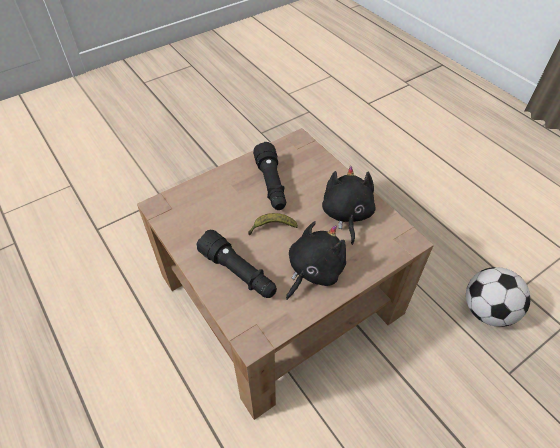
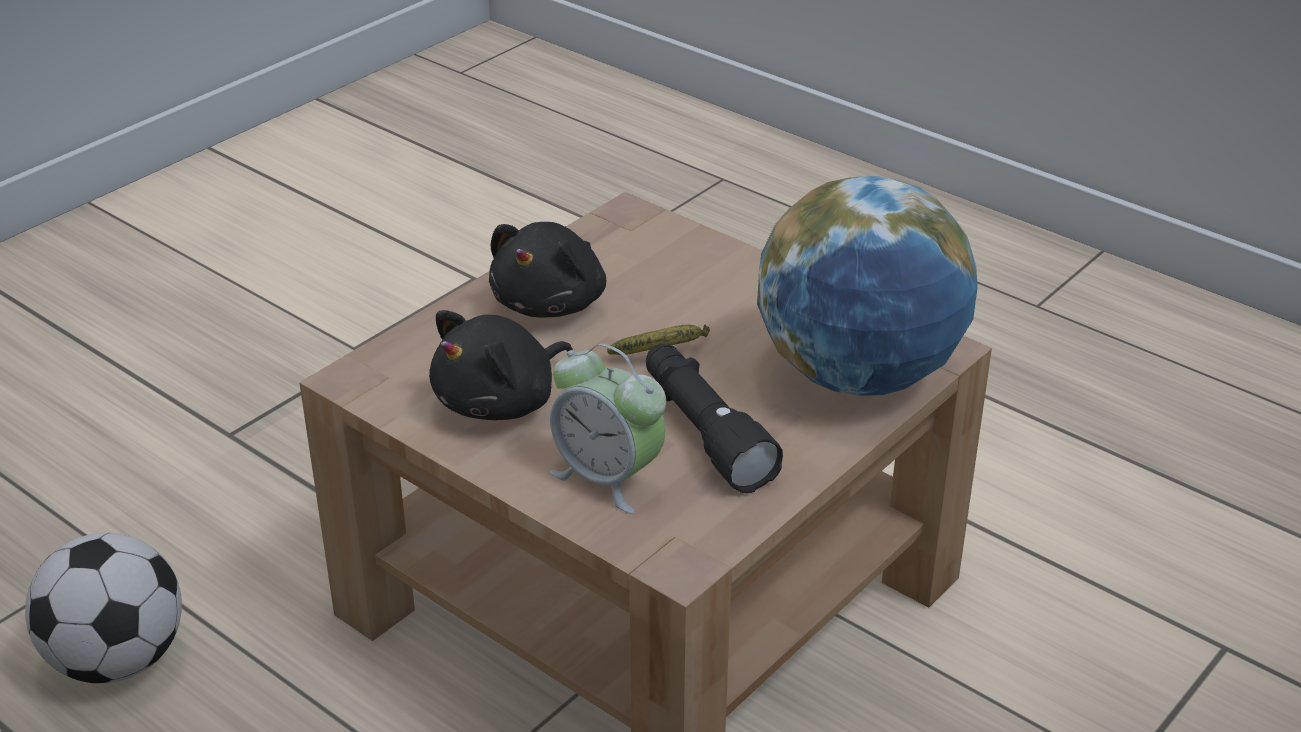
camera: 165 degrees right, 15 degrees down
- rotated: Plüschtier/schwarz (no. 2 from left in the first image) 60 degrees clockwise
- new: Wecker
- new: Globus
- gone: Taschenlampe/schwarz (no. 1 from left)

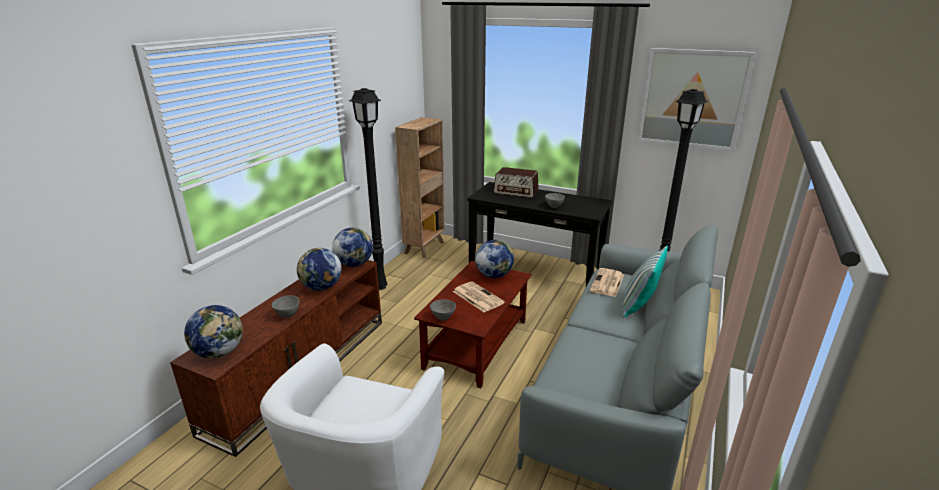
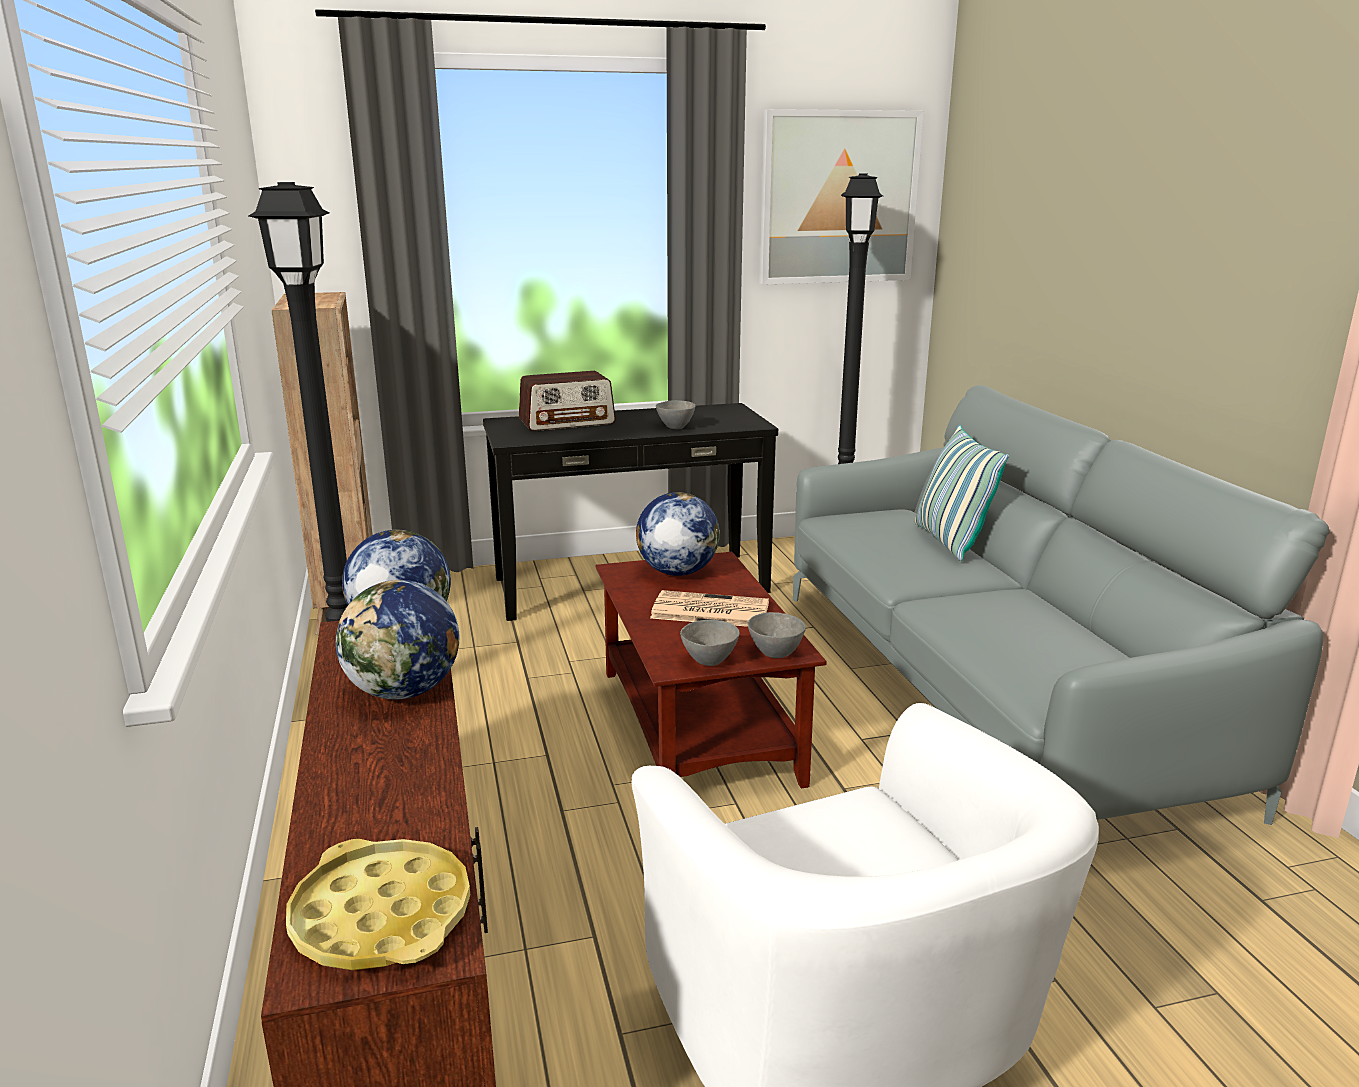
camera: 40 degrees left, 5 degrees down
- swapped: Globus (no. 1 from left) to Tablett/gelb
- shifted: Schüssel/grau (no. 1 from left in the first image) to Schüssel/grau (no. 3 from left)
- gone: Zeitung (no. 2 from left)

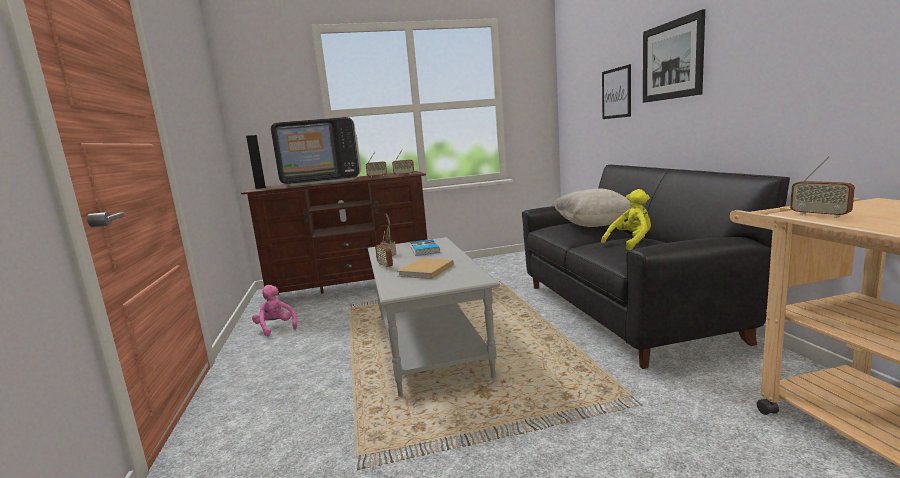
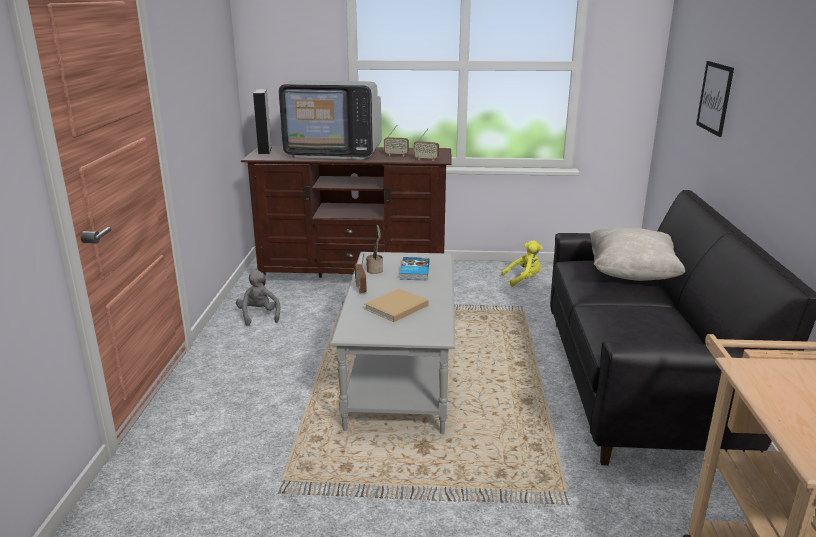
camera: 15 degrees right, 10 degrees up
- repainted: Plüschtier/rosa to Plüschtier/grau
- shifted: Plüschtier/gelb
- gone: Bild (no. 2 from left)
- gone: Radio (no. 4 from left)

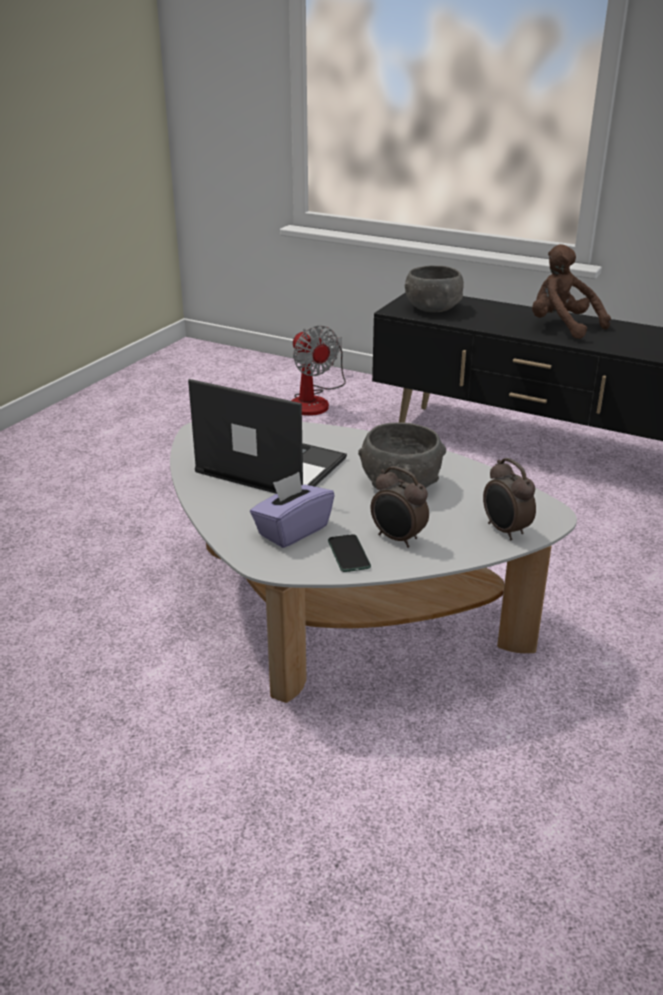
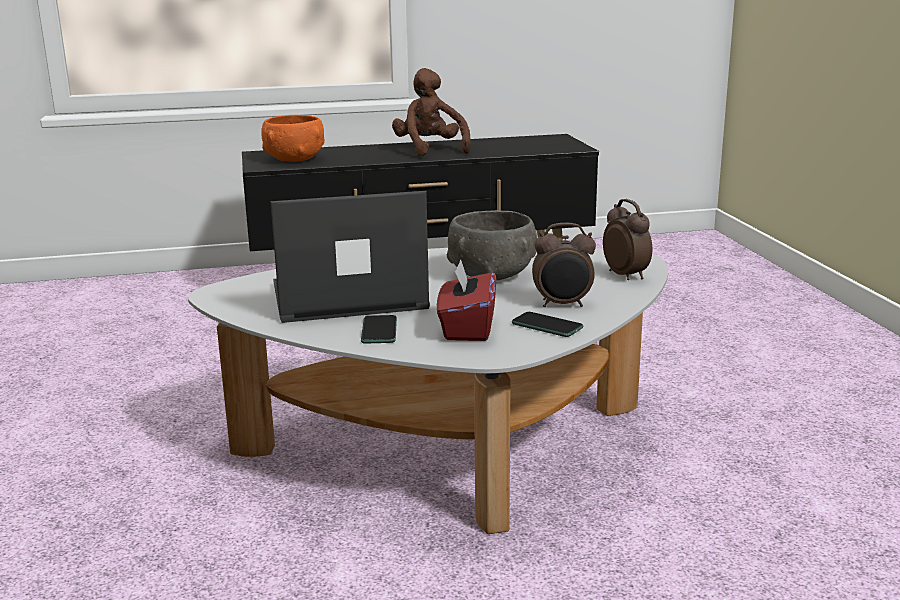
camera: 40 degrees left, 10 degrees down
- repainted: Schüssel/grau (no. 2 from left) to Schüssel/orange
- new: Handy (no. 1 from left)
- rotated: Plüschtier/braun 60 degrees clockwise
- repainted: Taschentuchbox/lila to Taschentuchbox/rot
- rotated: Wecker (no. 2 from left) 135 degrees counterclockwise
- gone: Ventilator

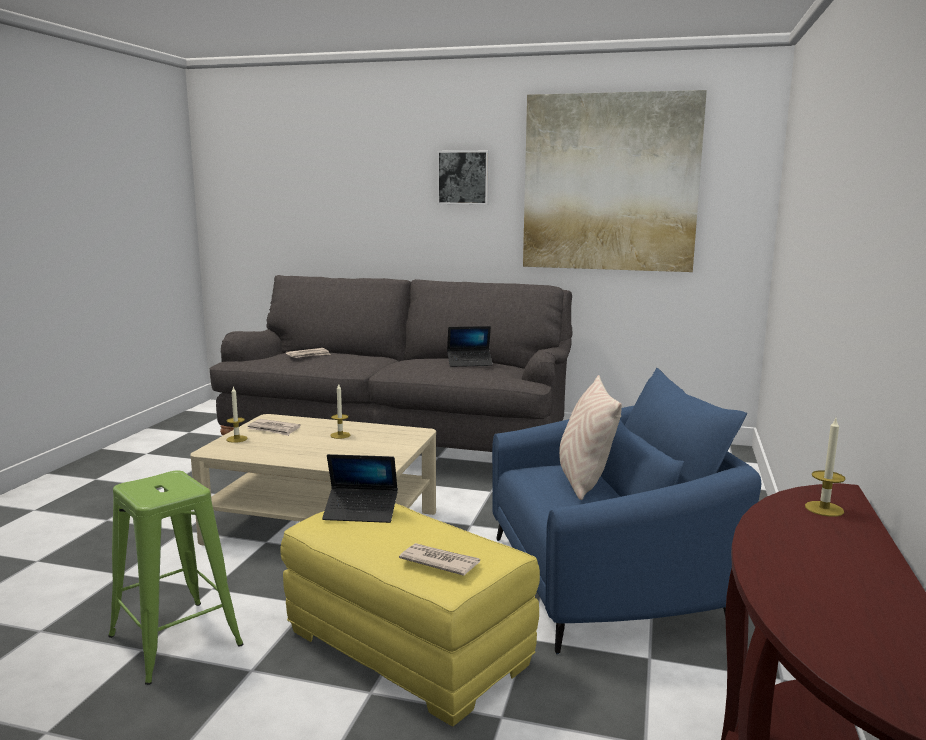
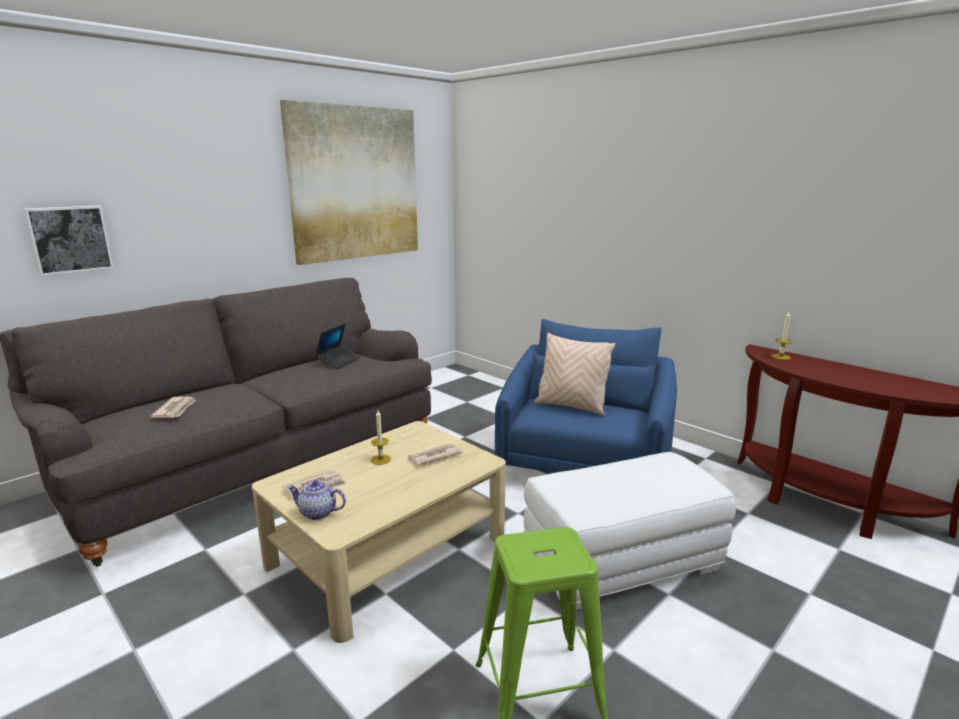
camera: 60 degrees left, 5 degrees up
- shifted: Bild (no. 1 from left)
- swapped: Kerze (no. 1 from left) to Teekanne
- shifted: Zeitung (no. 3 from left)
- repainted: Polsterhocker/gelb to Polsterhocker/weiß
- gone: Laptop (no. 1 from left)

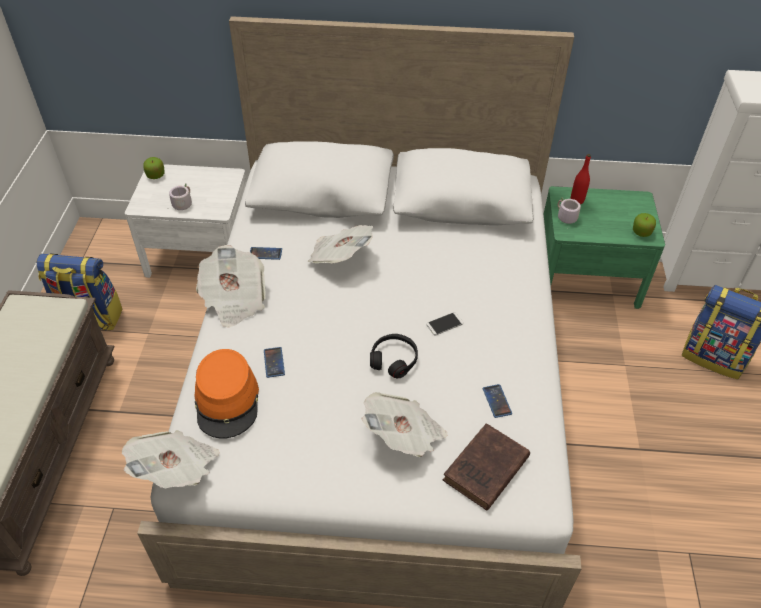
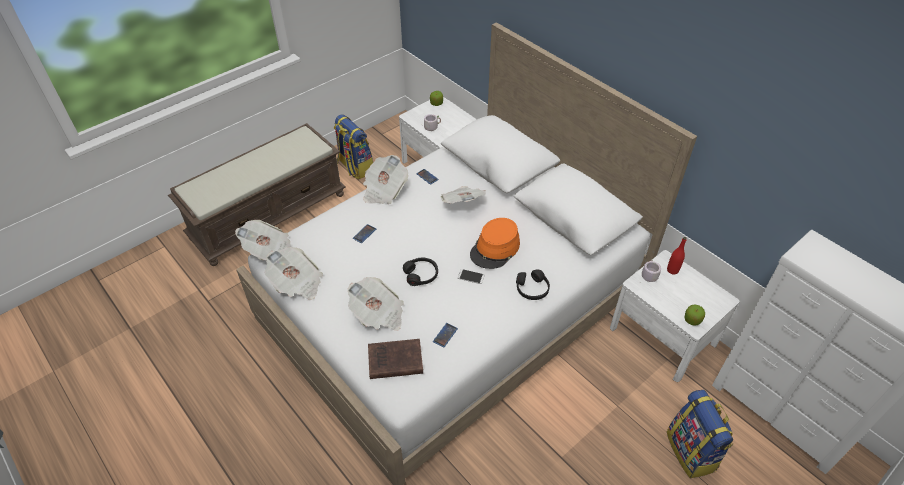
camera: 45 degrees right, 0 degrees up
- new: Zeitung (no. 2 from left)
- shifted: Hut/orange
- new: Kopfhörer/schwarz (no. 2 from left)
- repainted: Nachttisch/grün to Nachttisch/weiß (no. 2 from left)

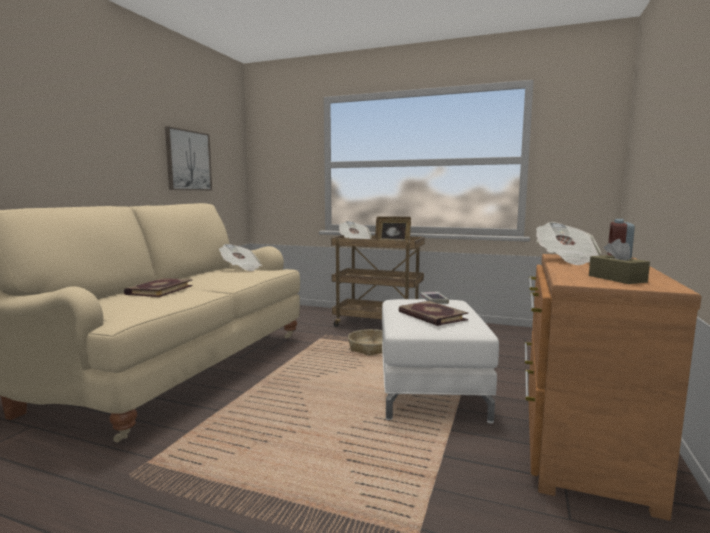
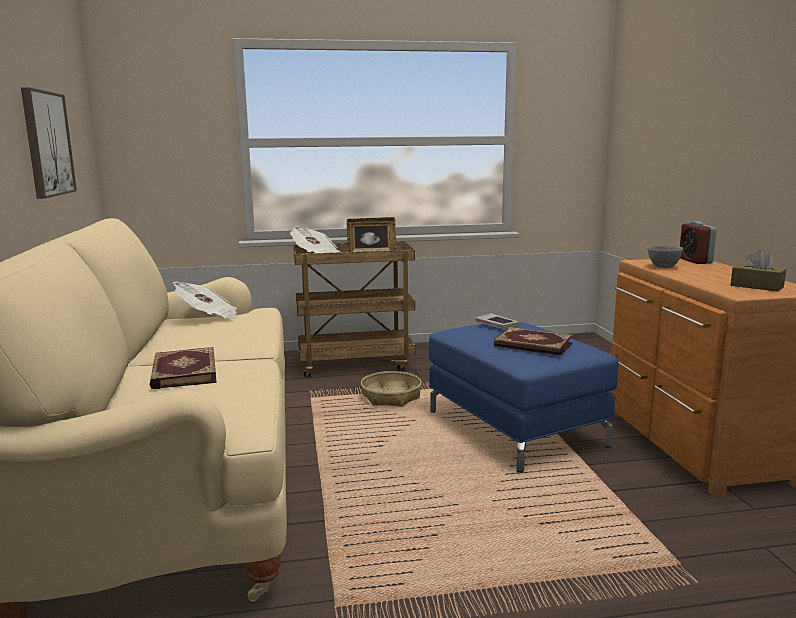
camera: 30 degrees left, 5 degrees up
- repainted: Polsterhocker/weiß to Polsterhocker/blau
- swapped: Zeitung (no. 3 from left) to Schüssel/grau

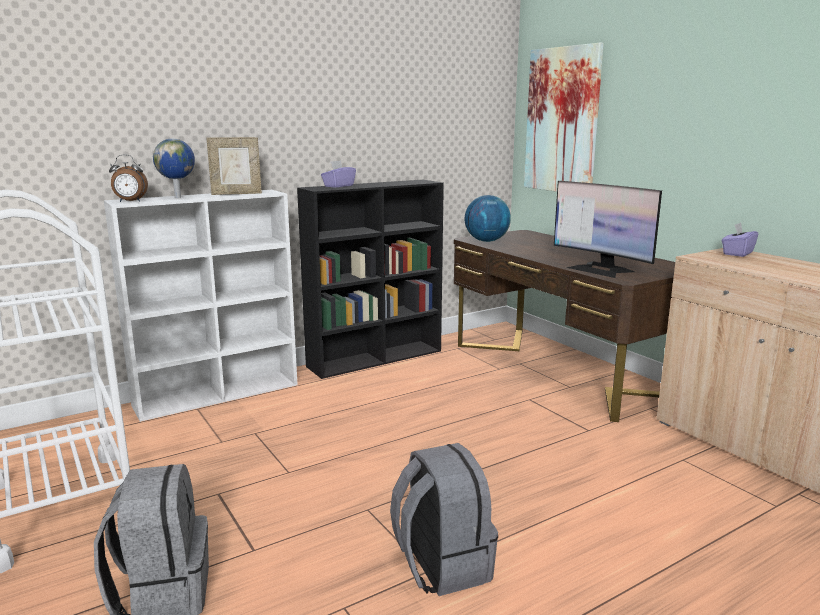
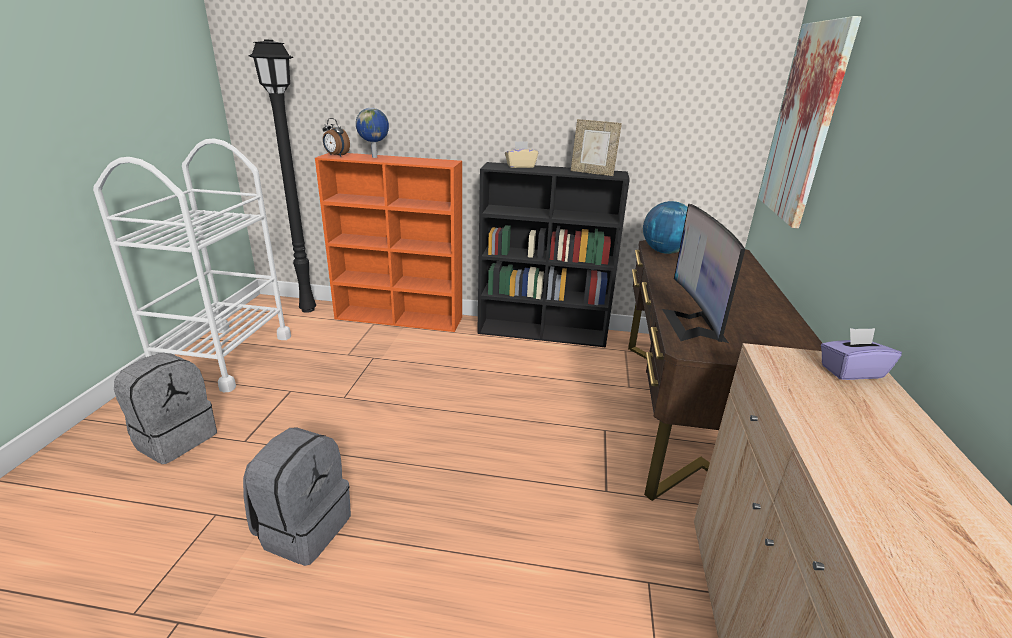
camera: 40 degrees right, 10 degrees up
- new: Stehlampe/schwarz
- repainted: Bücherregal/weiß to Bücherregal/orange
- repainted: Taschentuchbox/lila (no. 1 from left) to Taschentuchbox/beige
- shifted: Bilderrahmen

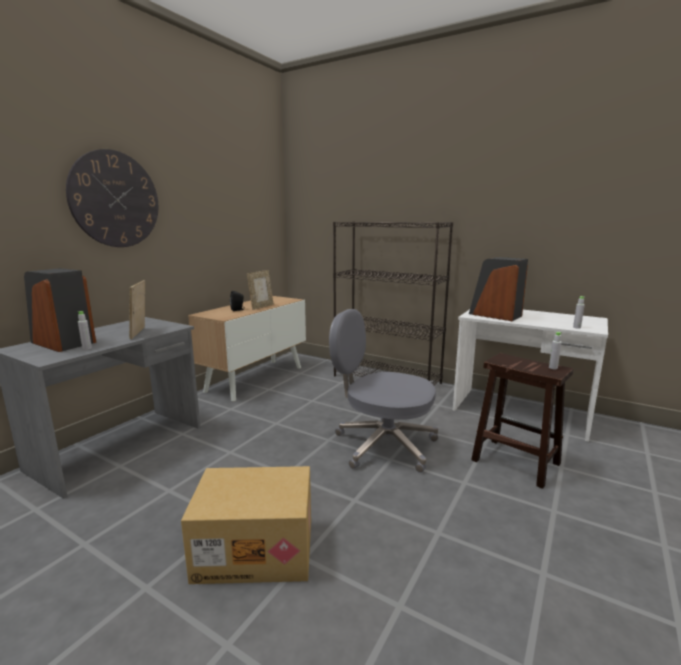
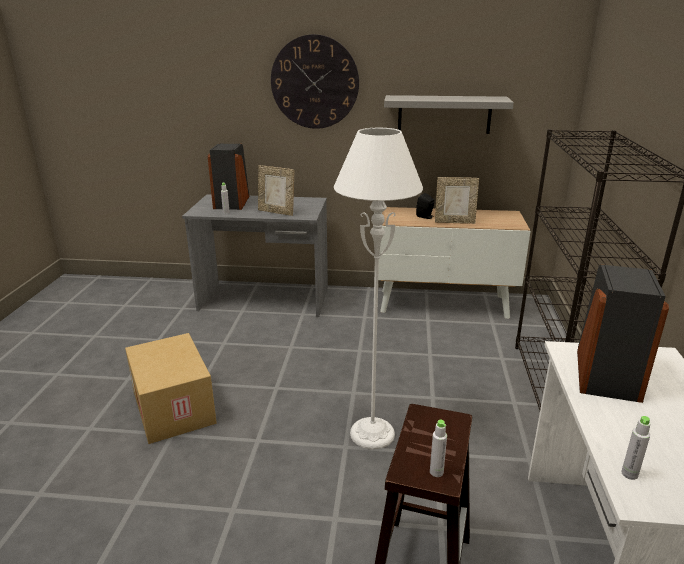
camera: 65 degrees right, 10 degrees up
- rotated: Bilderrahmen (no. 1 from left) 120 degrees counterclockwise
- swapped: Bürostuhl/grau to Stehlampe/weiß
- new: Wandregal/grau

